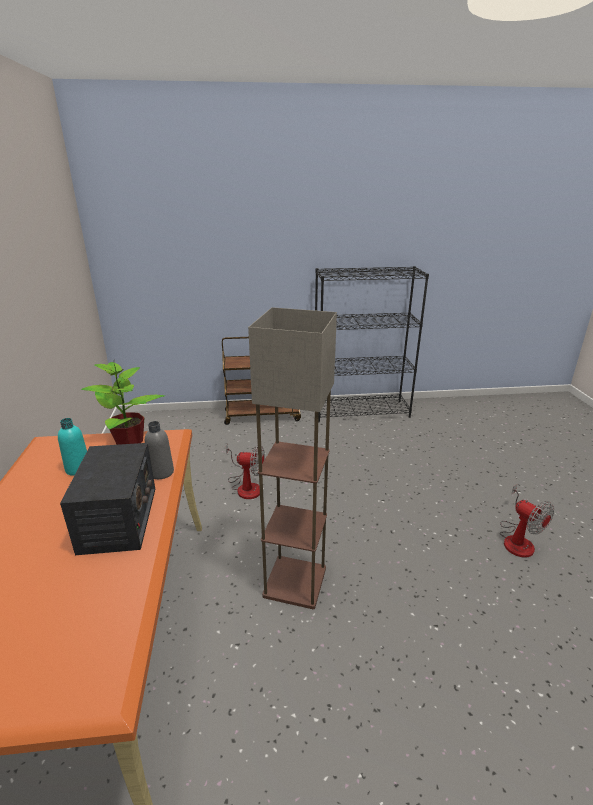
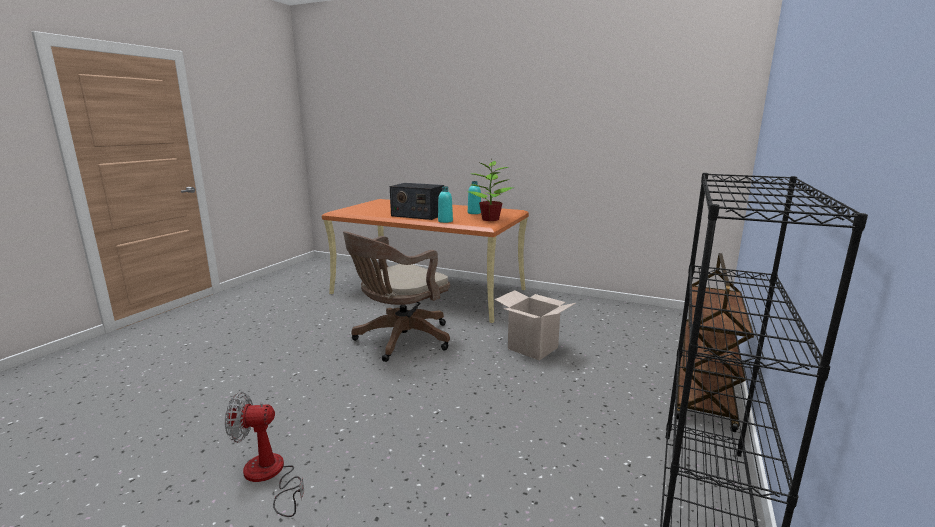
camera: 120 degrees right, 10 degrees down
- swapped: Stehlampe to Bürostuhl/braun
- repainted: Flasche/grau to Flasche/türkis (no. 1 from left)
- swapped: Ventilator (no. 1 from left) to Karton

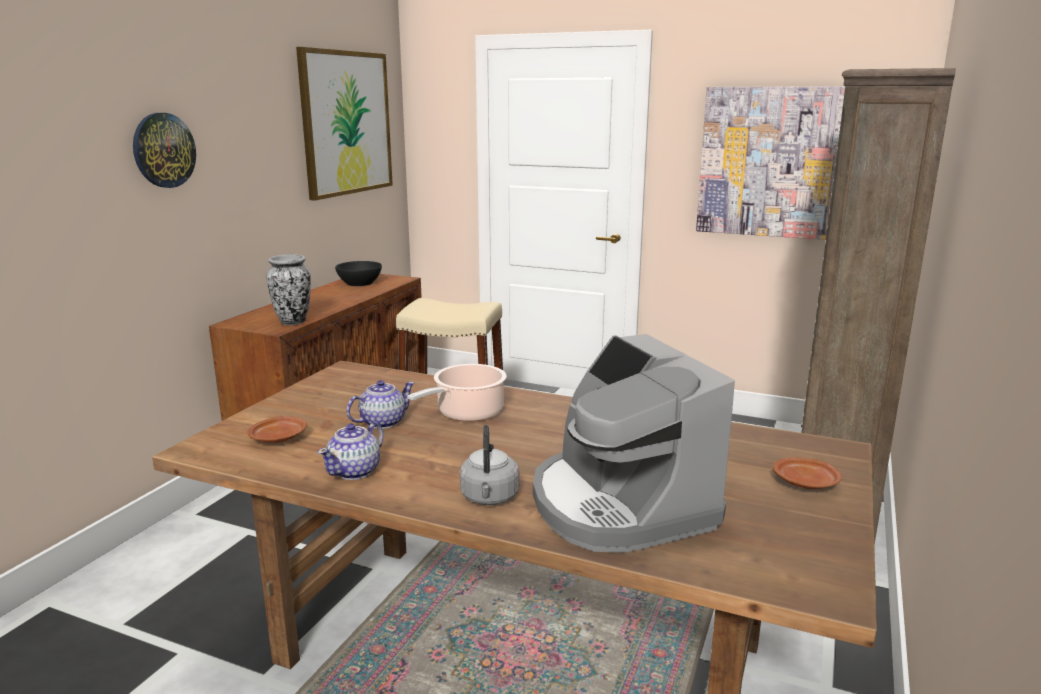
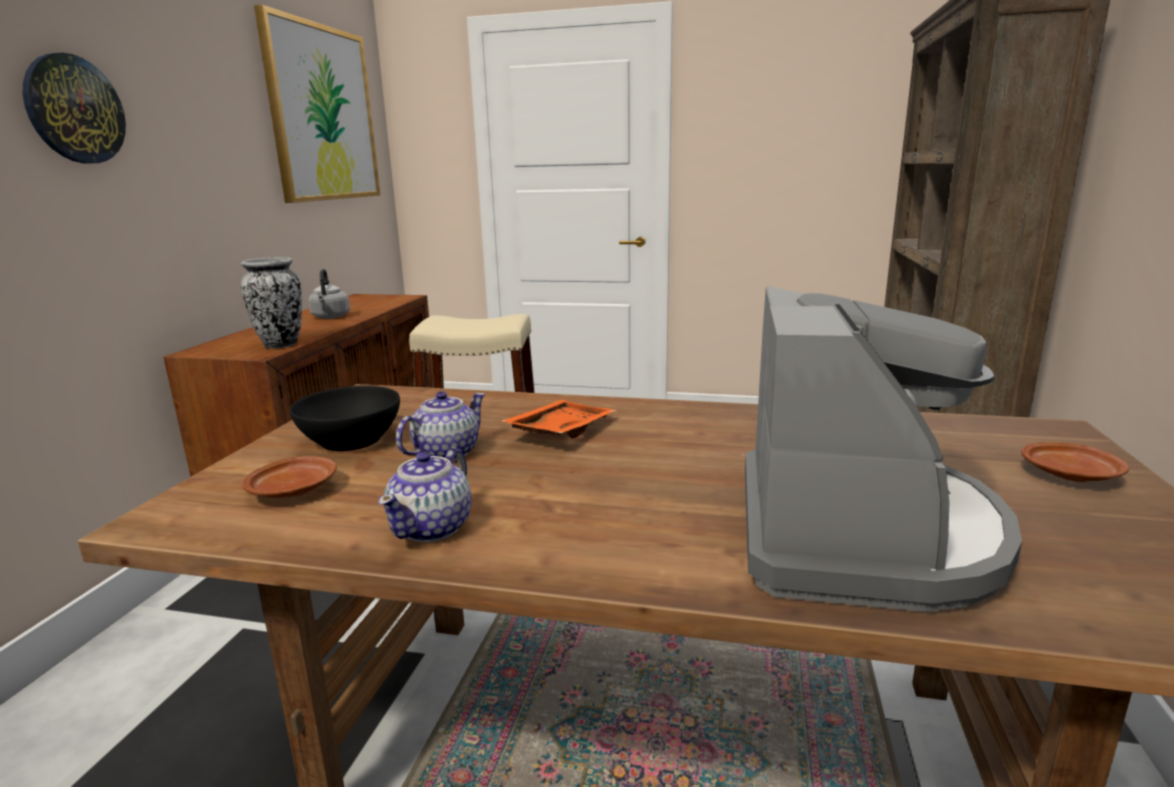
camera: 10 degrees left, 0 degrees up
- shifted: Schüssel/schwarz
- shifted: Wasserkessel/grau
- swapped: Kochtopf to Tablett/orange
- rotated: Kaffeemaschine 135 degrees counterclockwise
- gone: Bild (no. 2 from left)

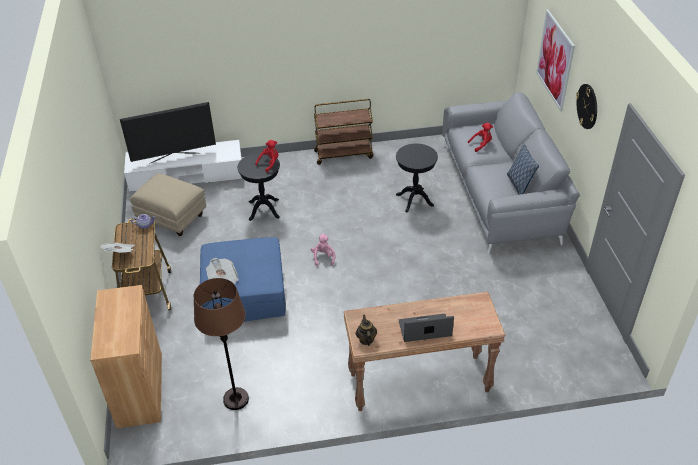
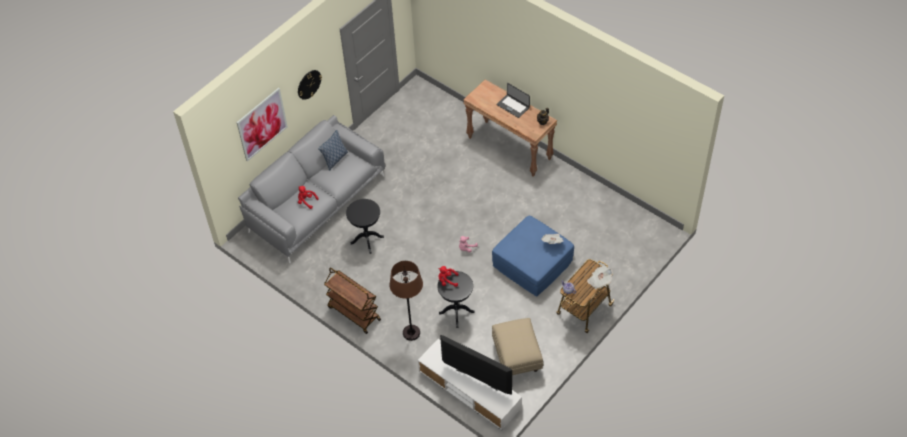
camera: 130 degrees left, 10 degrees up
- shifted: Stehlampe/braun
- gone: Schrank/braun

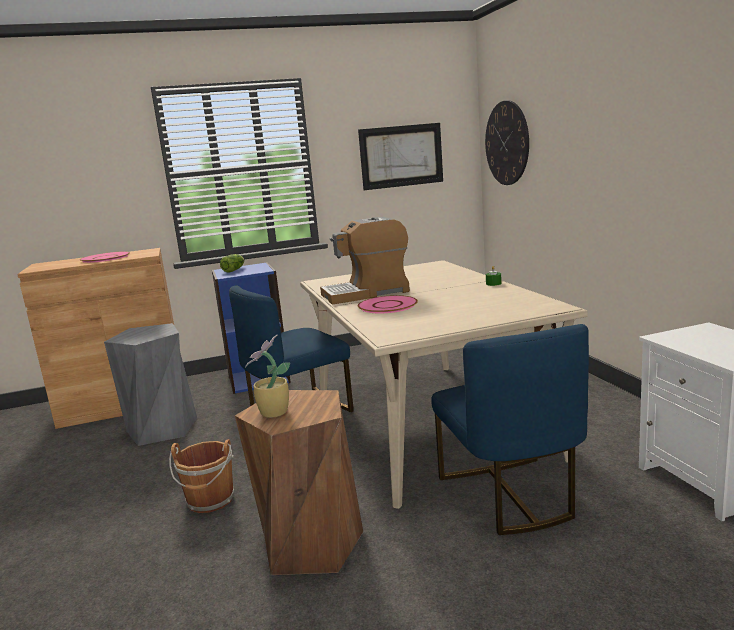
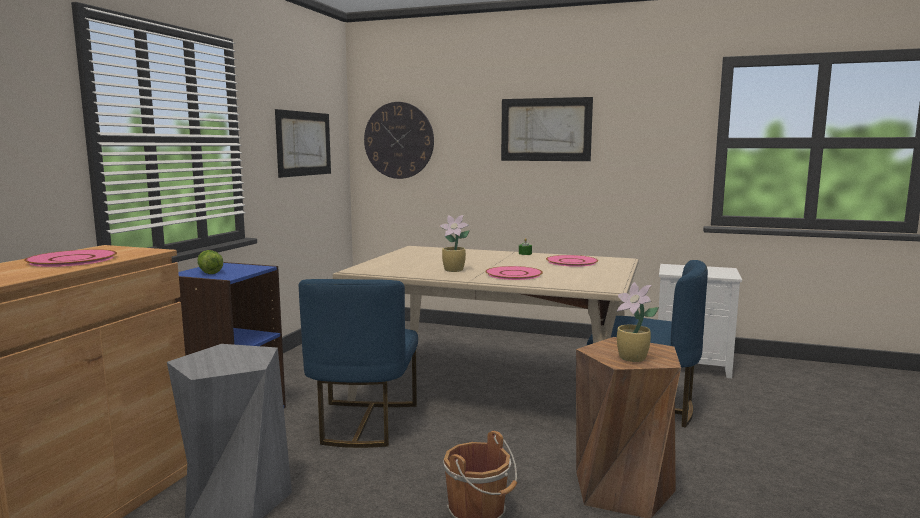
camera: 55 degrees left, 5 degrees down
- swapped: Kaffeemaschine to Topfpflanze (no. 1 from left)
- new: Bild (no. 2 from left)
- new: Teller/rosa (no. 3 from left)

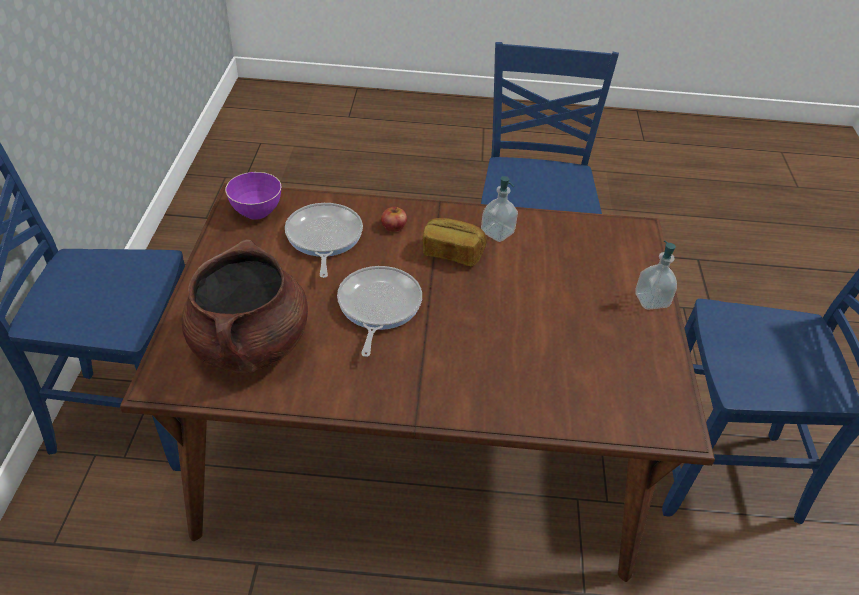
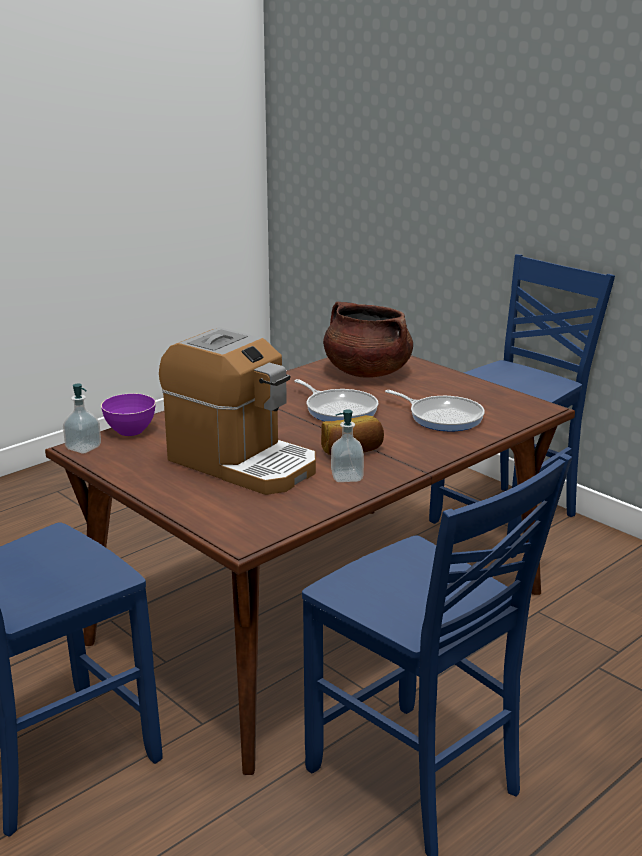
camera: 135 degrees right, 20 degrees down
- shifted: Seifenspender (no. 2 from left in the first image) to Seifenspender (no. 1 from left)
- shifted: Schüssel/lila
- new: Kaffeemaschine
- gone: Apfel

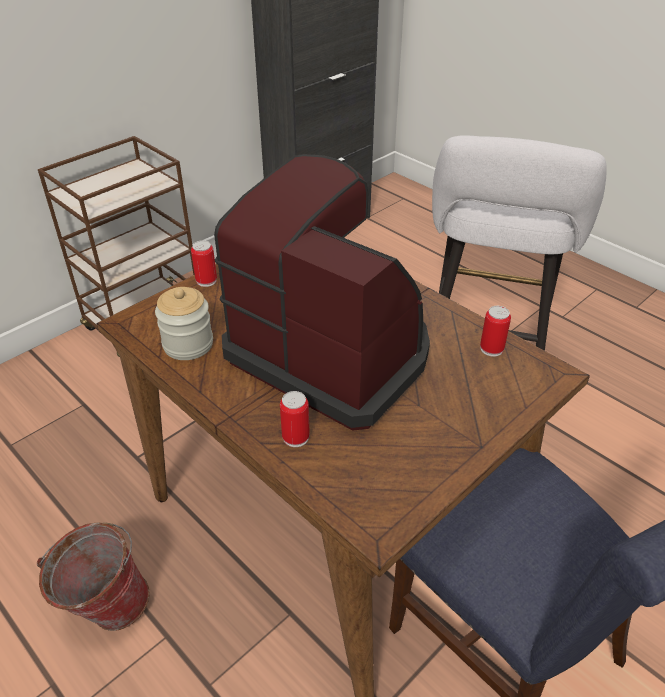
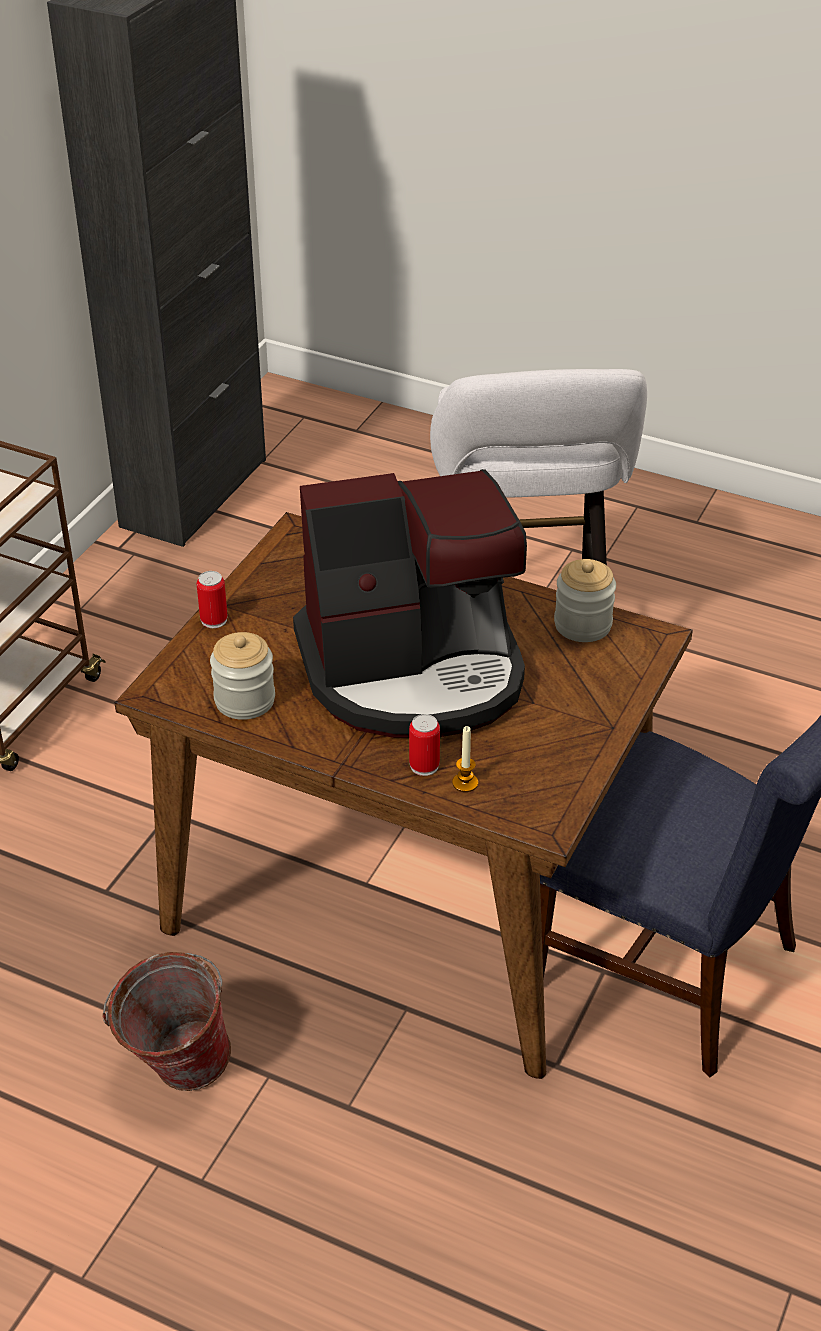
camera: 20 degrees left, 0 degrees up
- rotated: Kaffeemaschine 150 degrees clockwise
- new: Kerze
- swapped: Dose (no. 3 from left) to Vorratsglas (no. 2 from left)

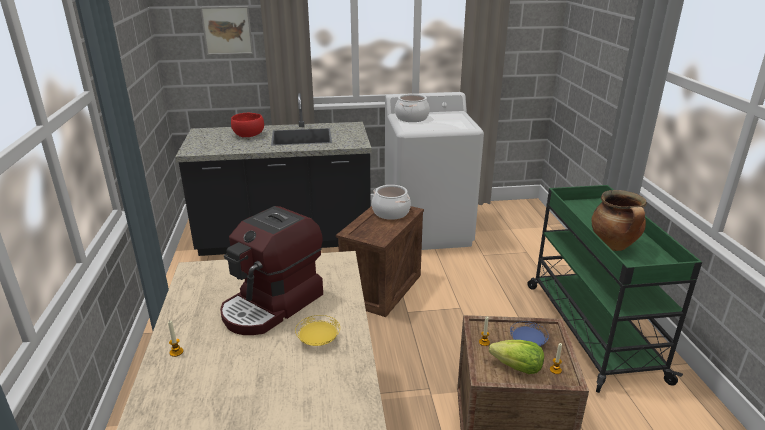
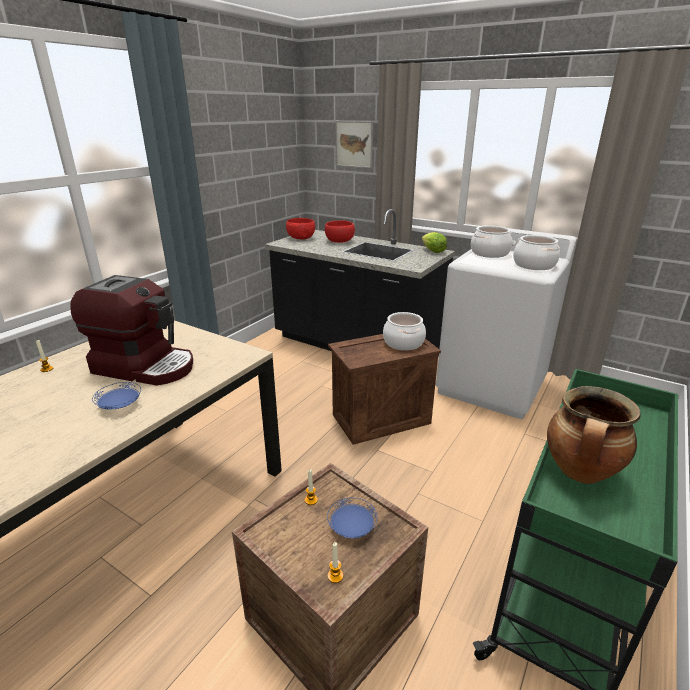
camera: 40 degrees right, 0 degrees up
- rotated: Kaffeemaschine 150 degrees counterclockwise
- repainted: Teller/gelb to Teller/blau (no. 1 from left)
- new: Schüssel/rot (no. 1 from left)
- shifted: Salatkopf
- new: Kochtopf (no. 3 from left)

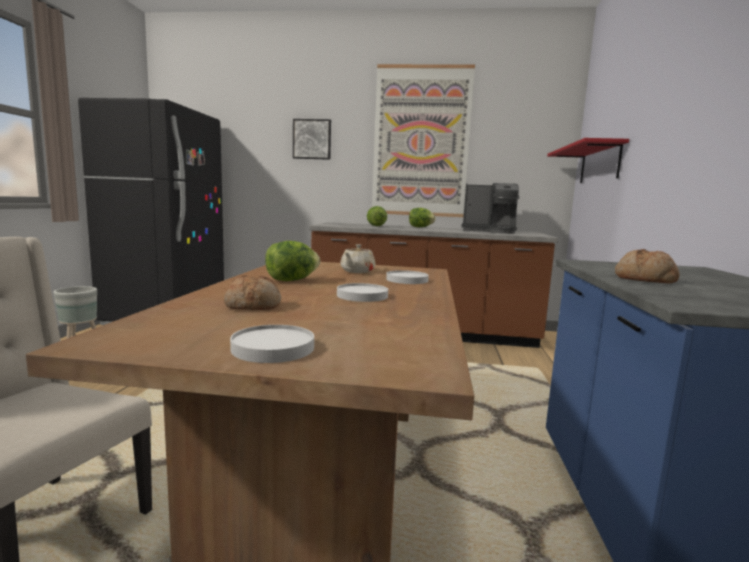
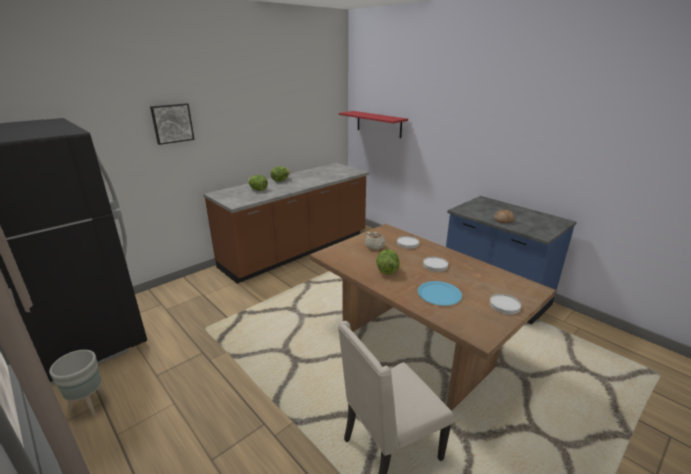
camera: 50 degrees left, 15 degrees up
- swapped: Brot (no. 1 from left) to Teller/blau
- gone: Bild (no. 2 from left)
- gone: Kaffeemaschine

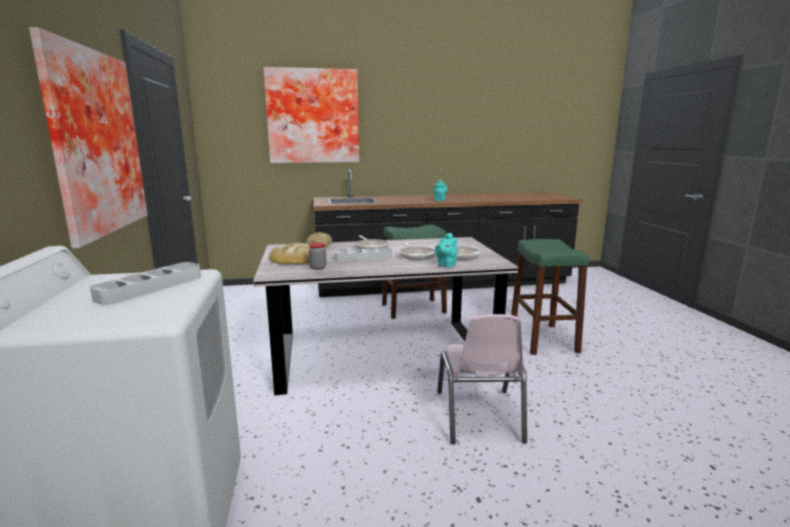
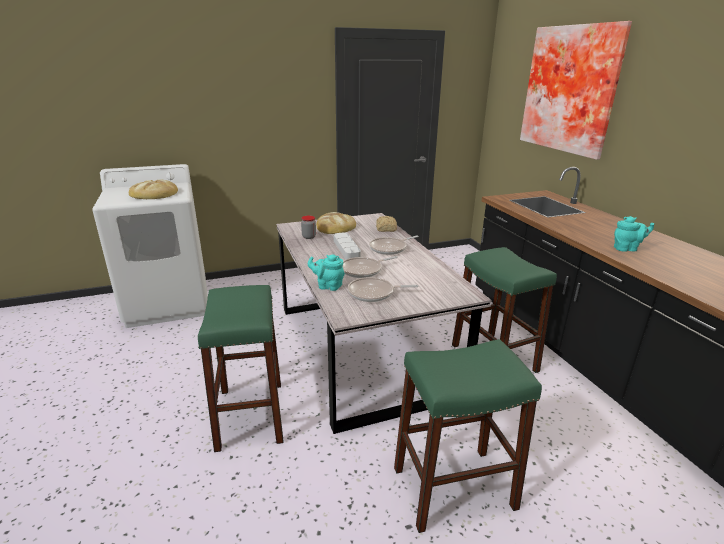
camera: 80 degrees right, 10 degrees up
- swapped: Tablett/grau (no. 1 from left) to Brot (no. 1 from left)
- swapped: Stuhl/rosa to Hocker/grün (no. 1 from left)
- gone: Bild (no. 1 from left)

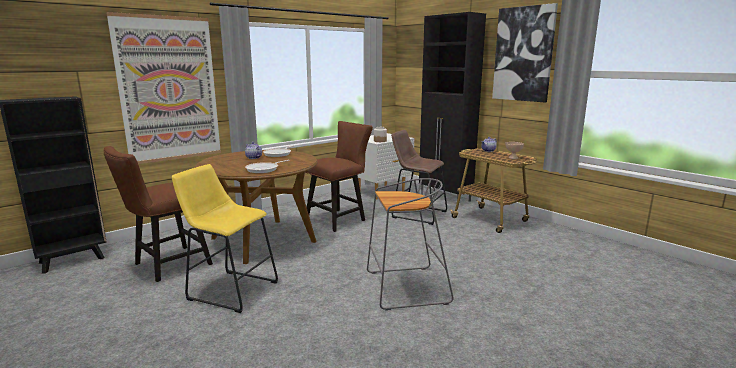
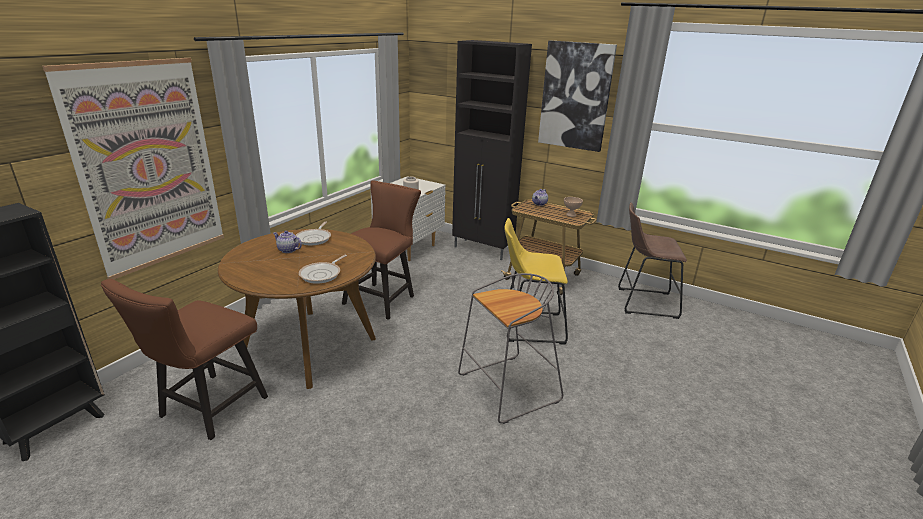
camera: 20 degrees left, 10 degrees up
- shifted: Hocker/gelb
- shifted: Hocker/braun

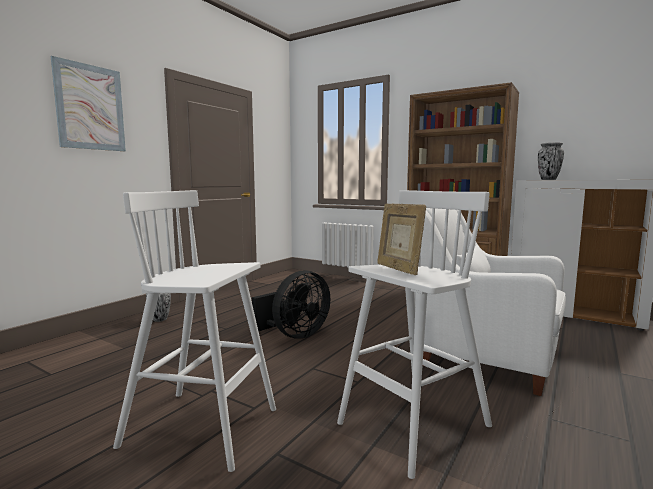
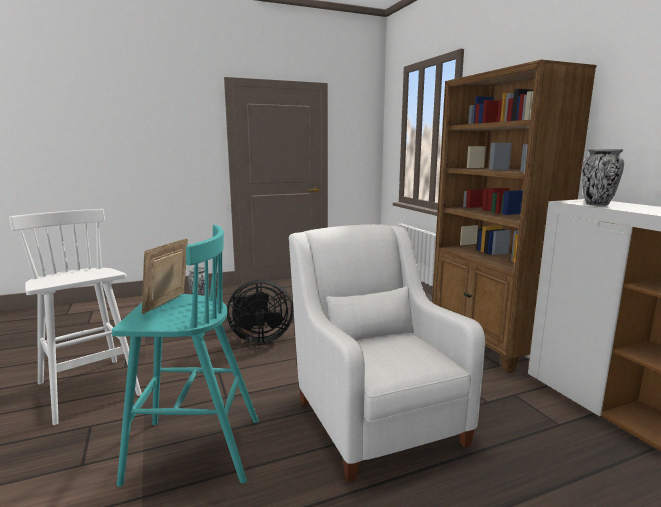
camera: 35 degrees right, 5 degrees up
- repainted: Hocker/weiß (no. 2 from left) to Hocker/türkis
- gone: Bild

